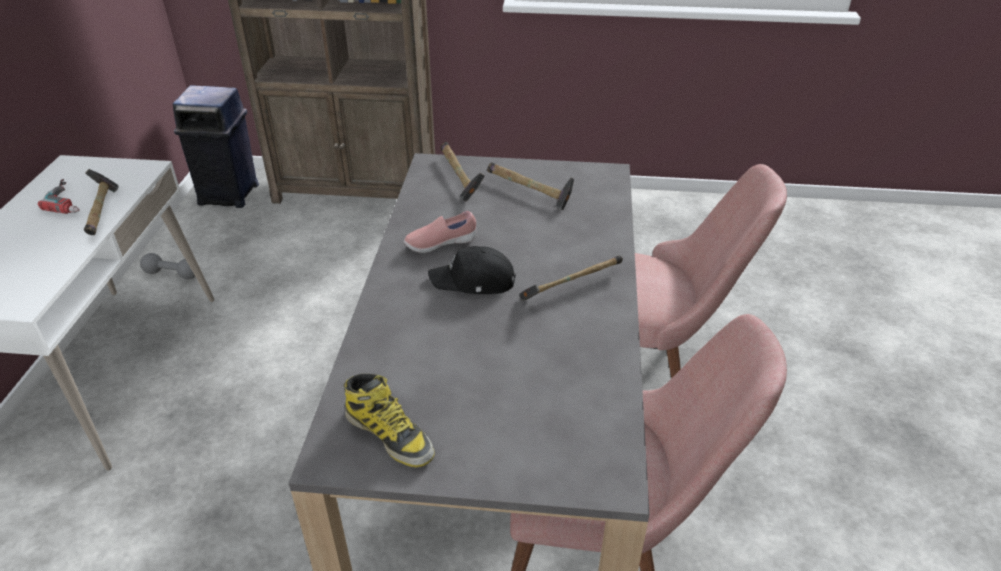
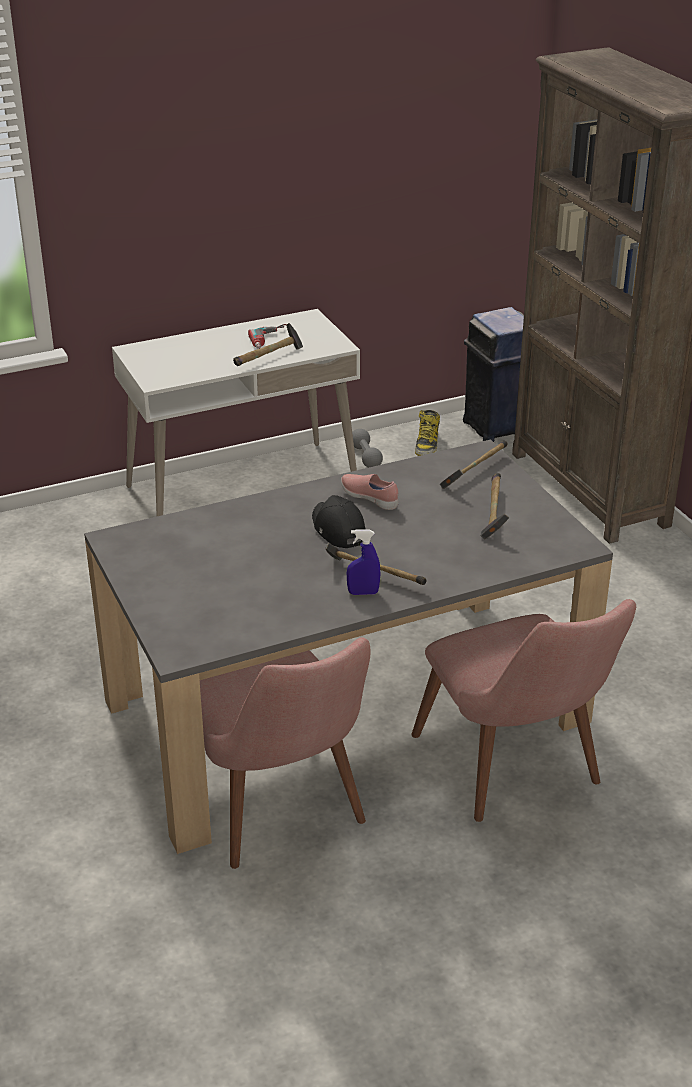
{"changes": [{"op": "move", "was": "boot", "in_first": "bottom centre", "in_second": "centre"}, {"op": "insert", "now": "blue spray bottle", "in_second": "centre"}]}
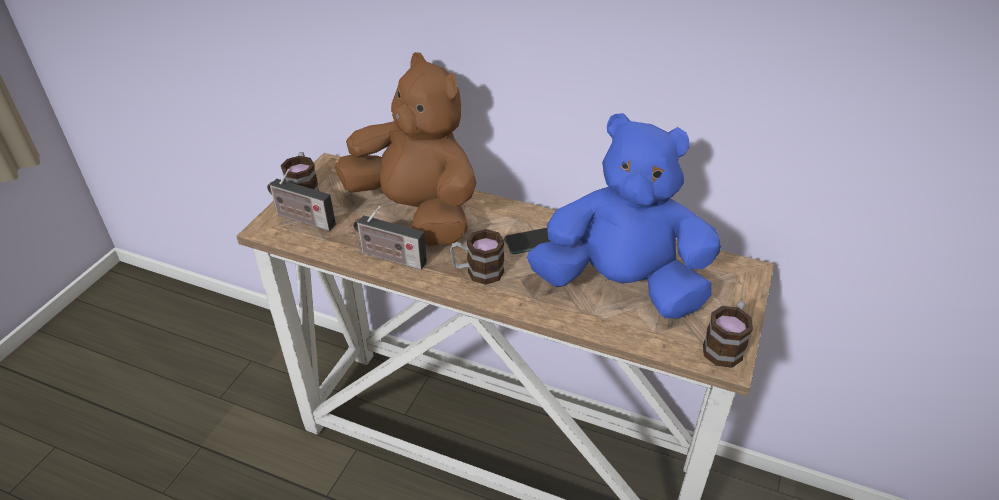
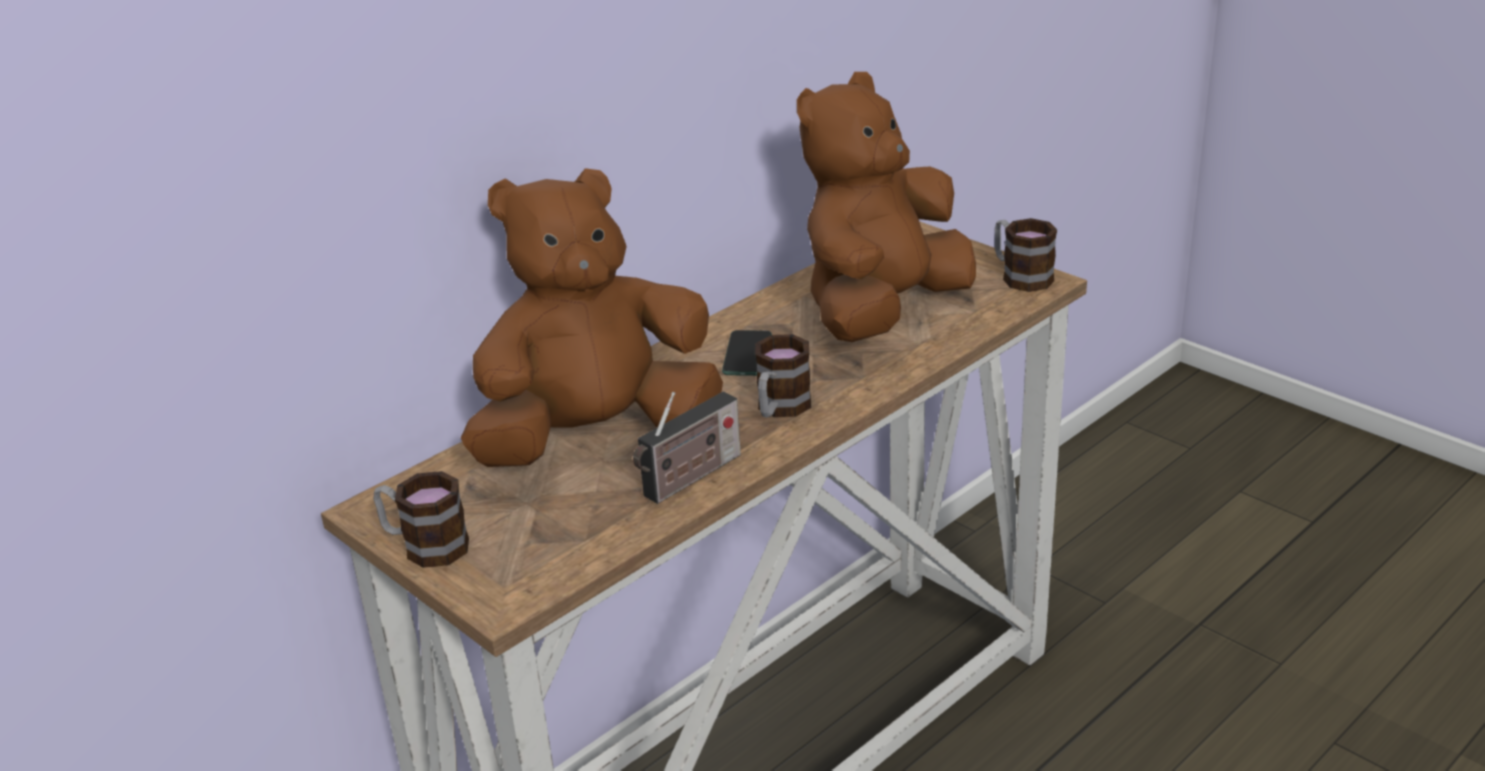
{"changes": [{"op": "delete", "was": "radio (1st from left)", "in_first": "middle left"}, {"op": "recolor", "was": "blue plush toy", "now": "brown plush toy (2nd from left)", "in_first": "centre", "in_second": "top centre"}]}
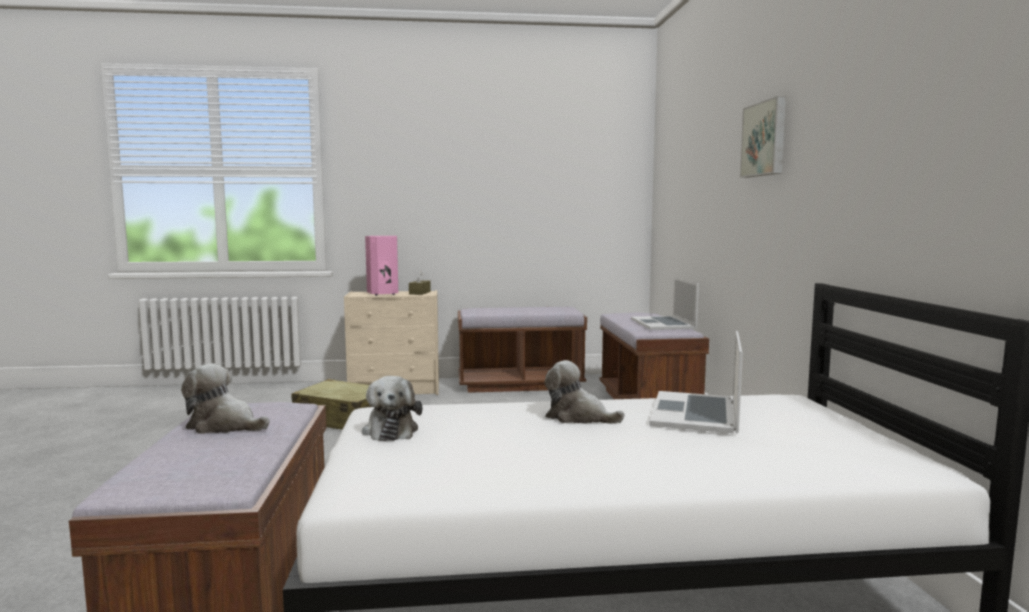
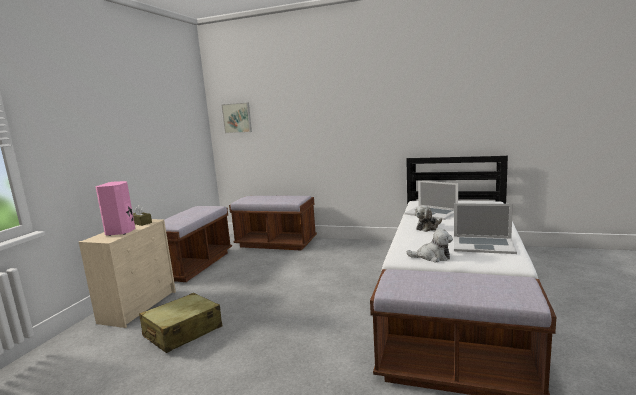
{"changes": [{"op": "delete", "was": "plush toy (1st from left)", "in_first": "middle left"}, {"op": "move", "was": "laptop (1st from left in the first image)", "now": "laptop (2nd from left)", "in_first": "centre", "in_second": "middle right"}, {"op": "move", "was": "picture", "in_first": "top right", "in_second": "top centre"}]}
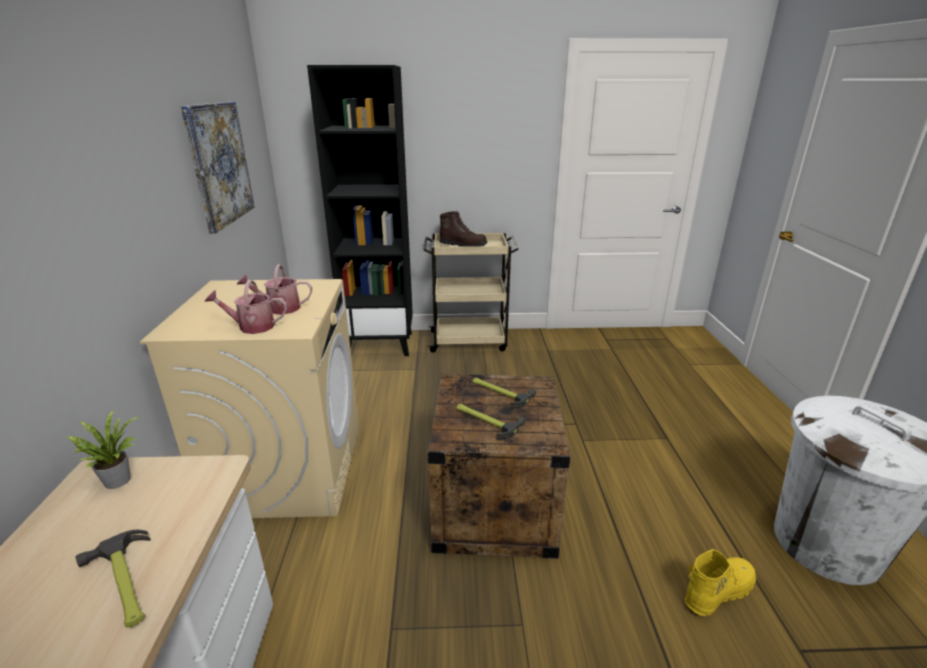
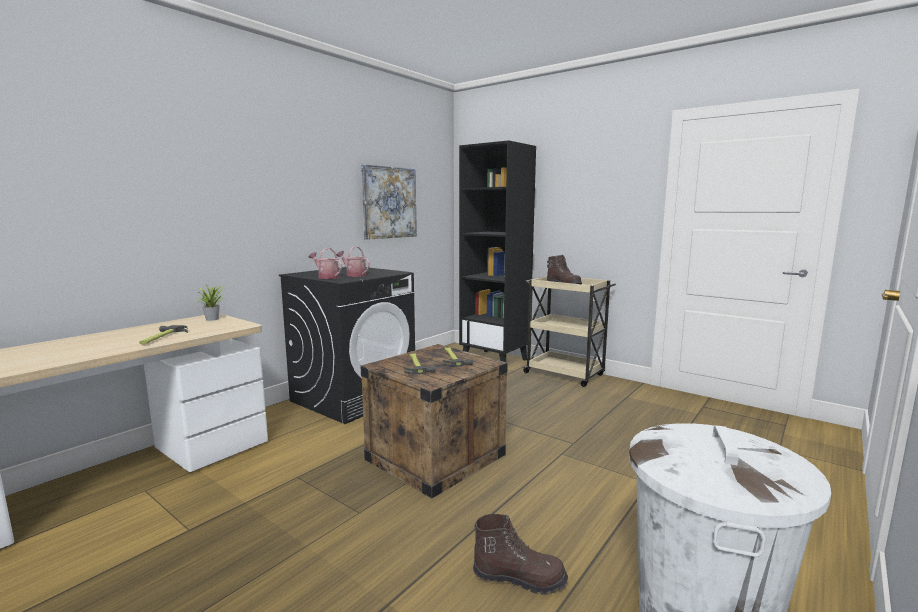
{"changes": [{"op": "recolor", "was": "beige washing machine", "now": "black washing machine", "in_first": "middle left", "in_second": "centre"}, {"op": "recolor", "was": "yellow boot", "now": "brown boot (1st from left)", "in_first": "bottom right", "in_second": "bottom centre"}]}
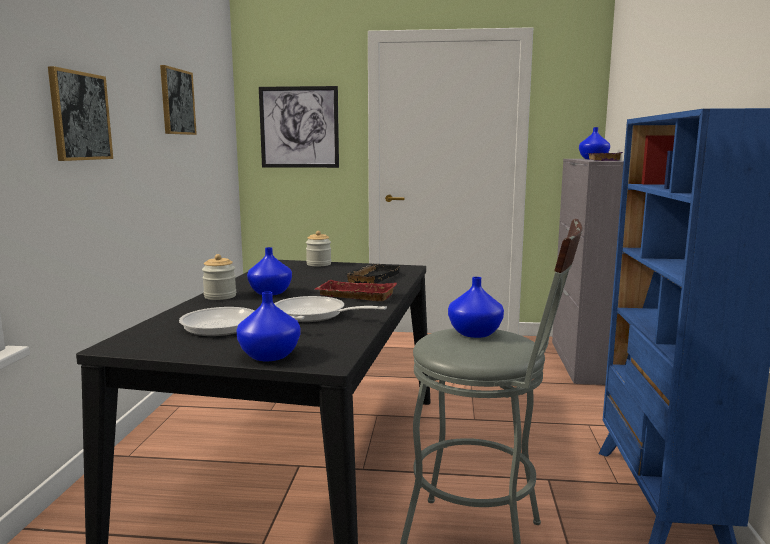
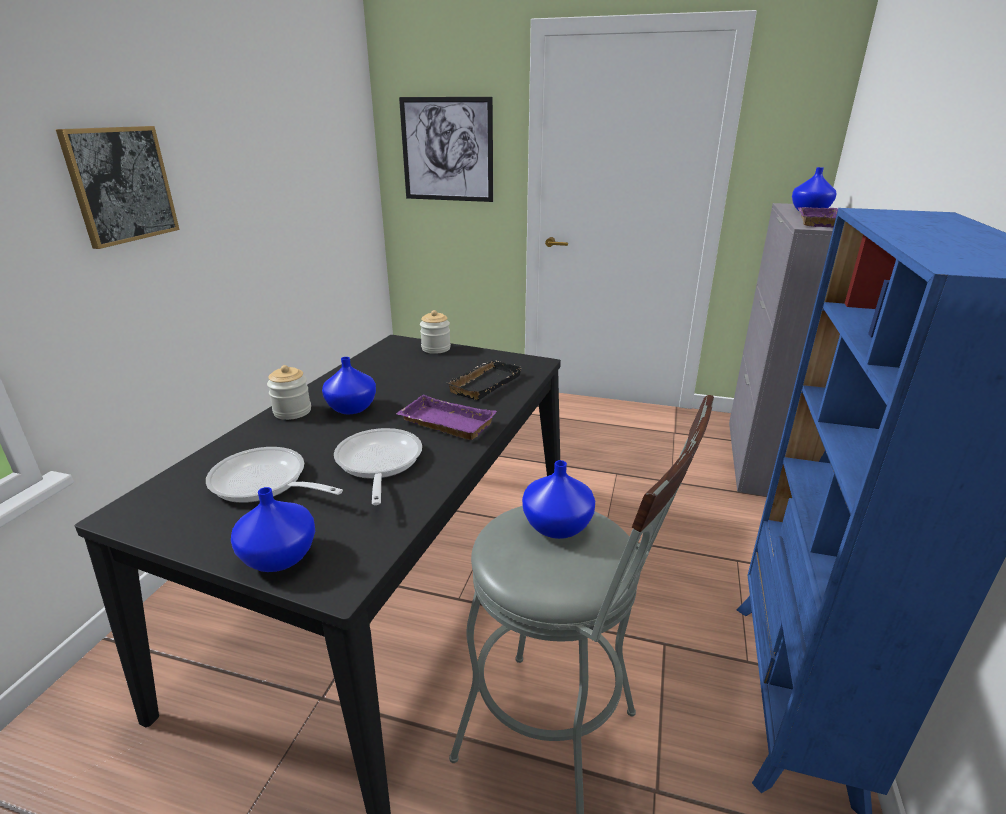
{"changes": [{"op": "delete", "was": "picture (2nd from left)", "in_first": "top left"}, {"op": "rotate", "was": "frying pan (2nd from left)", "in_first": "centre", "in_second": "centre", "clockwise": 45}, {"op": "recolor", "was": "red tray", "now": "purple tray (1st from left)", "in_first": "centre", "in_second": "centre"}]}
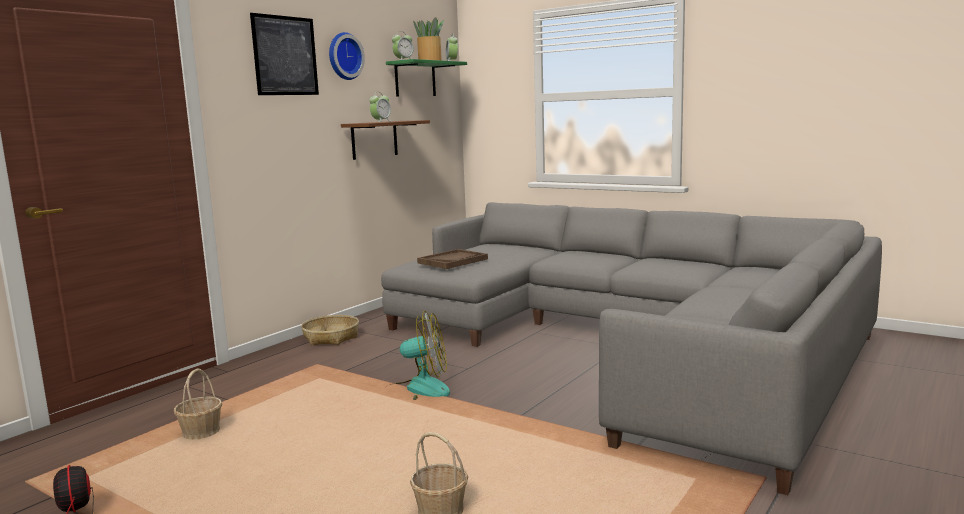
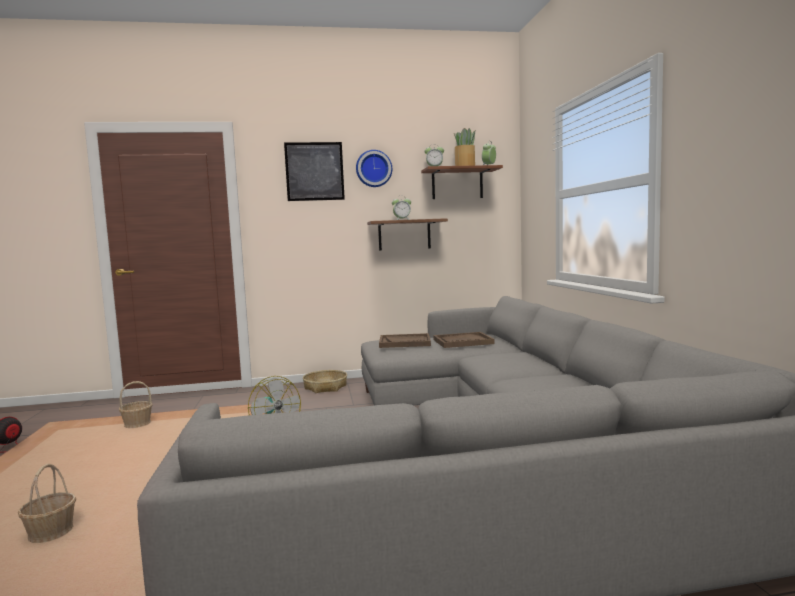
{"changes": [{"op": "recolor", "was": "green shelf", "now": "brown shelf (2nd from left)", "in_first": "top centre", "in_second": "top centre"}, {"op": "insert", "now": "brown tray (2nd from left)", "in_second": "centre"}]}
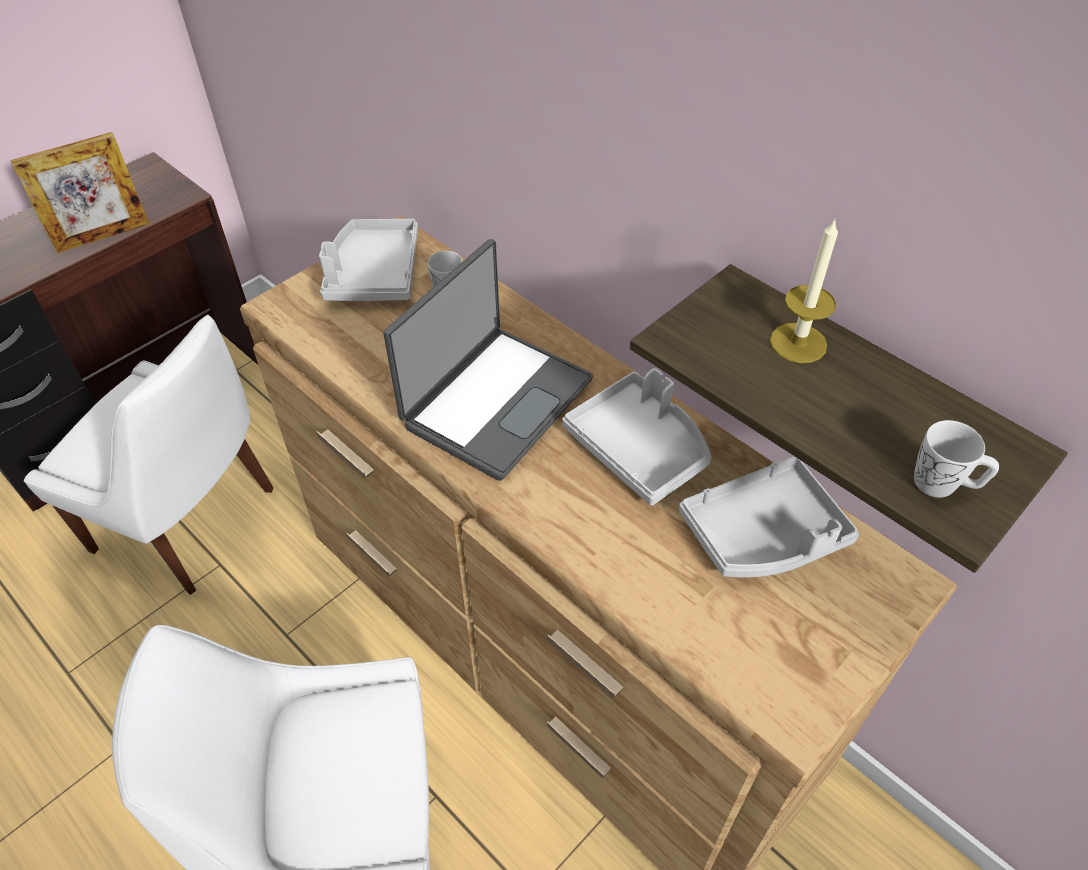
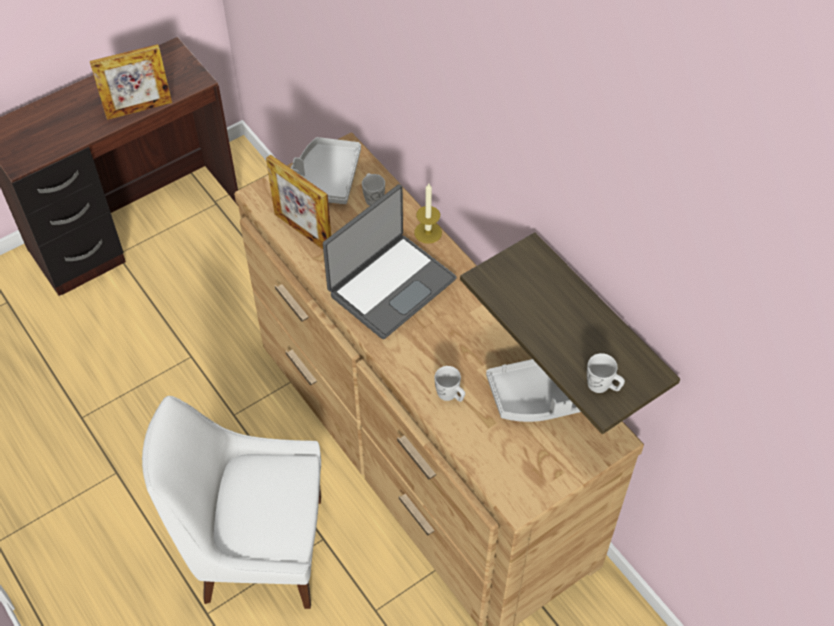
{"changes": [{"op": "delete", "was": "white chair (1st from left)", "in_first": "middle left"}, {"op": "delete", "was": "grey tray (2nd from left)", "in_first": "centre"}, {"op": "move", "was": "candle", "in_first": "middle right", "in_second": "centre"}, {"op": "insert", "now": "picture frame (2nd from left)", "in_second": "top centre"}, {"op": "insert", "now": "white mug (2nd from left)", "in_second": "centre"}]}
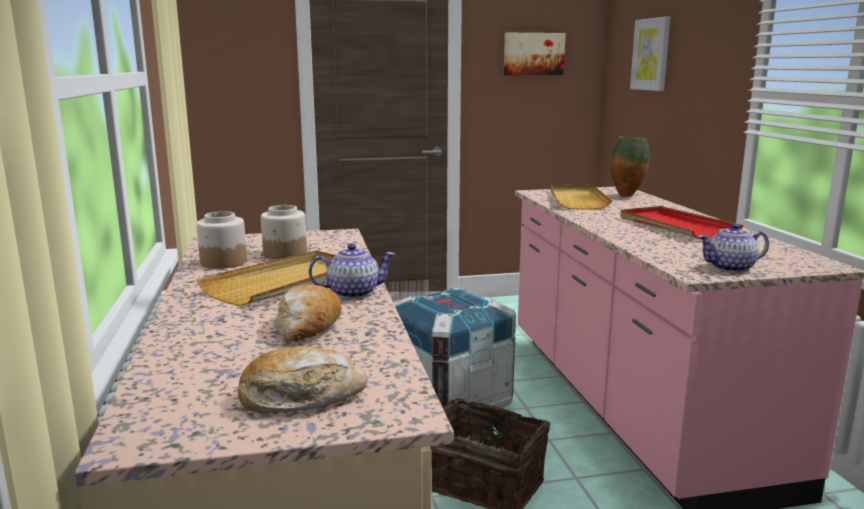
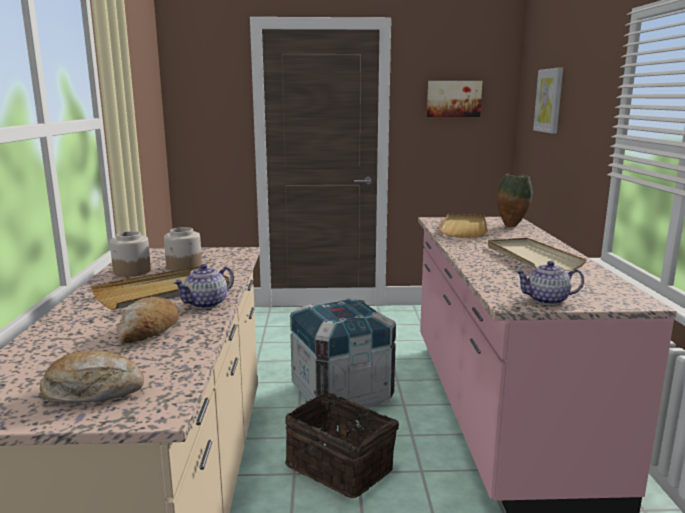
{"changes": [{"op": "rotate", "was": "teapot (1st from left)", "in_first": "centre", "in_second": "middle left", "clockwise": 135}, {"op": "recolor", "was": "red tray", "now": "beige tray (3rd from left)", "in_first": "middle right", "in_second": "middle right"}]}
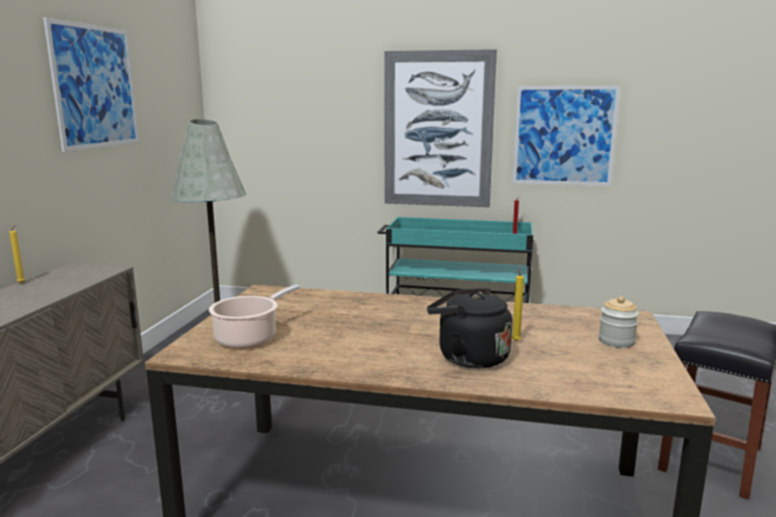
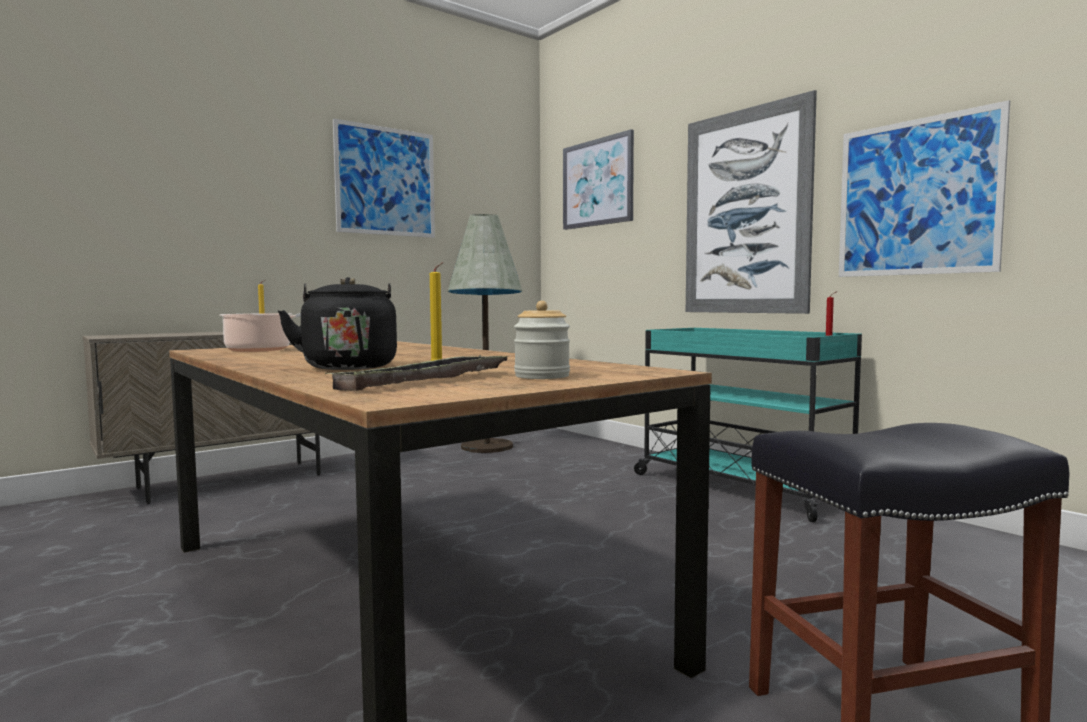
{"changes": [{"op": "insert", "now": "tray", "in_second": "centre"}, {"op": "insert", "now": "picture (2nd from left)", "in_second": "top centre"}]}
